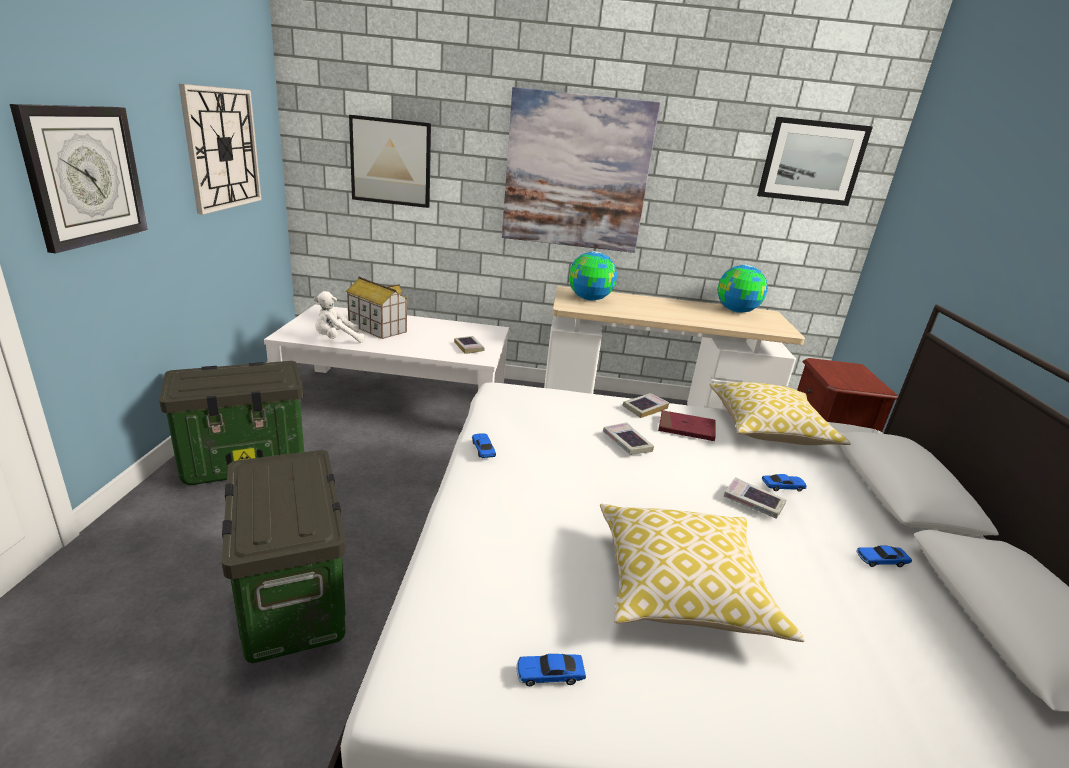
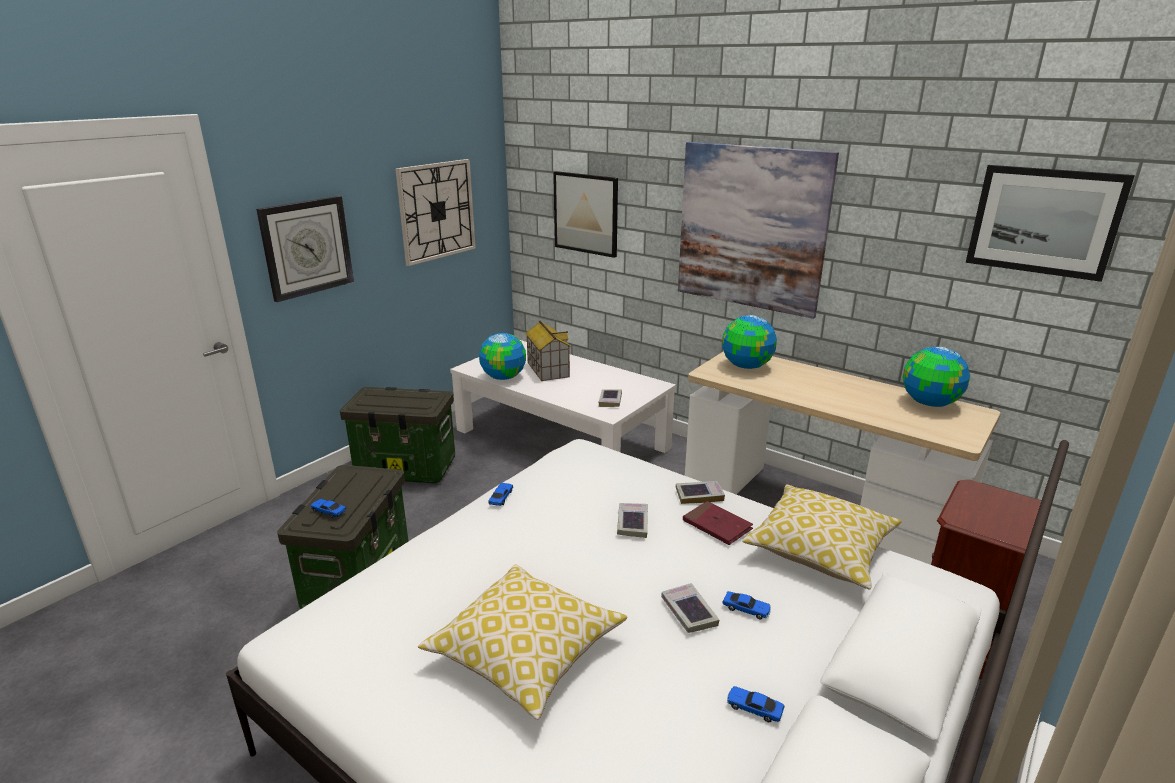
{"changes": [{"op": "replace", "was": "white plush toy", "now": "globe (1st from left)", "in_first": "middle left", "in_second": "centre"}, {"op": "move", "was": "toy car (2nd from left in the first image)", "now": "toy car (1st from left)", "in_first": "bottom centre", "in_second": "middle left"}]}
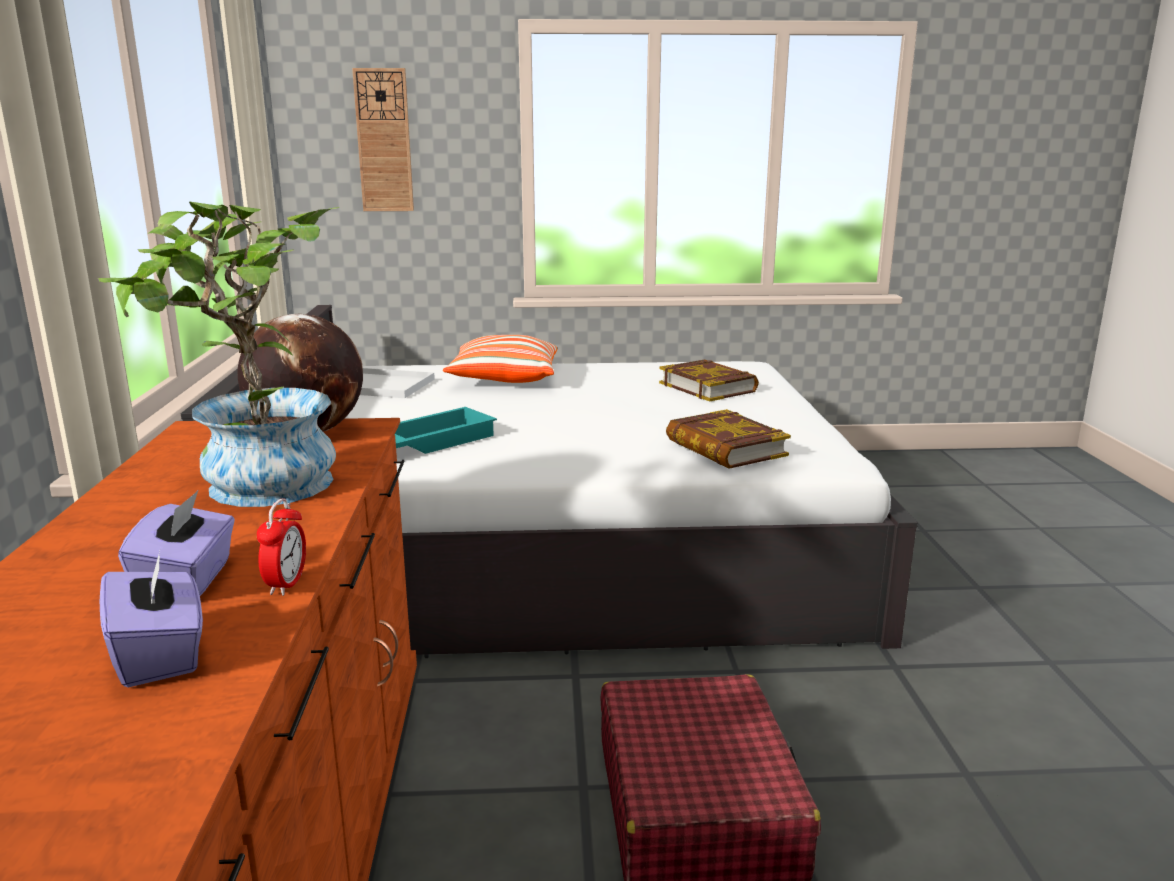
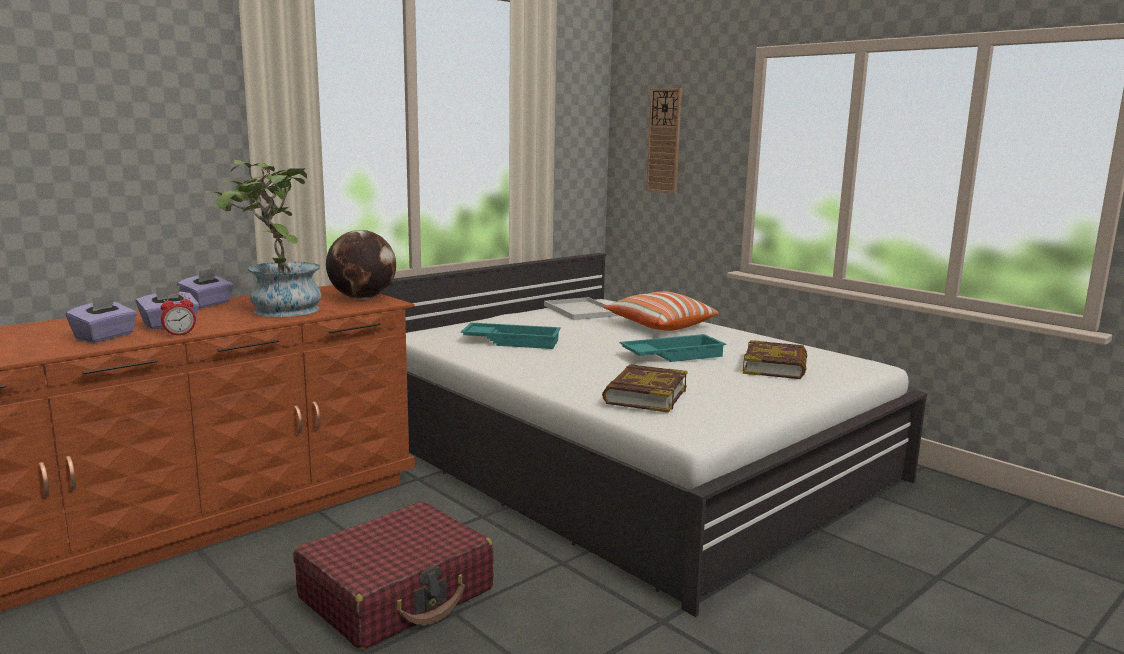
{"changes": [{"op": "insert", "now": "purple tissue box (3rd from left)", "in_second": "middle left"}, {"op": "insert", "now": "turquoise tray (2nd from left)", "in_second": "centre"}]}
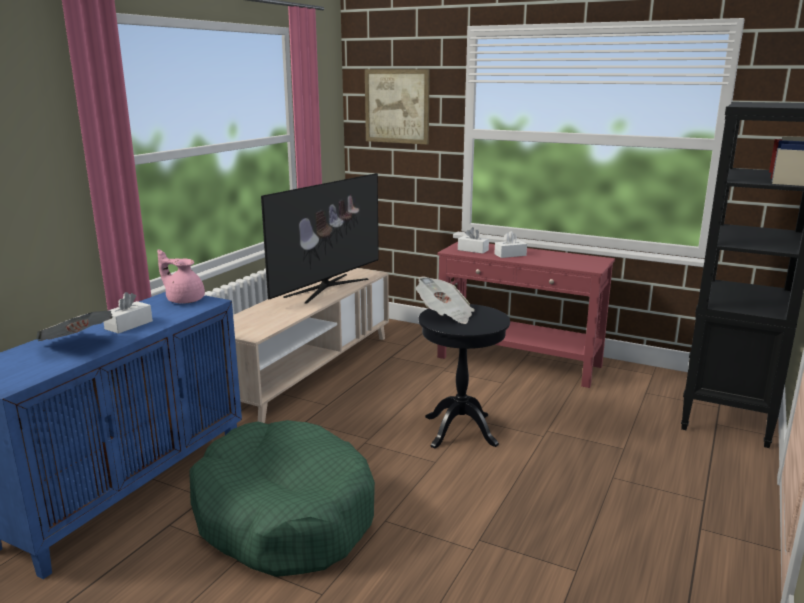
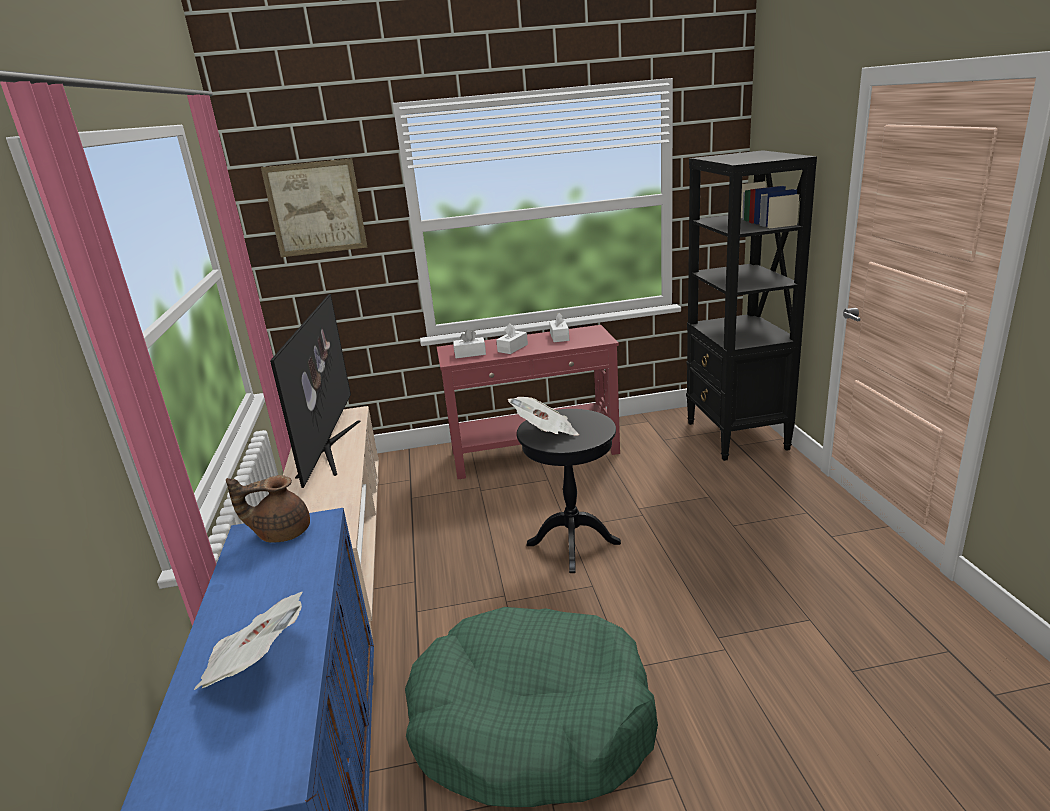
{"changes": [{"op": "move", "was": "white tissue box (1st from left in the first image)", "now": "white tissue box (3rd from left)", "in_first": "middle left", "in_second": "centre"}, {"op": "recolor", "was": "pink teapot", "now": "brown teapot", "in_first": "middle left", "in_second": "middle left"}]}
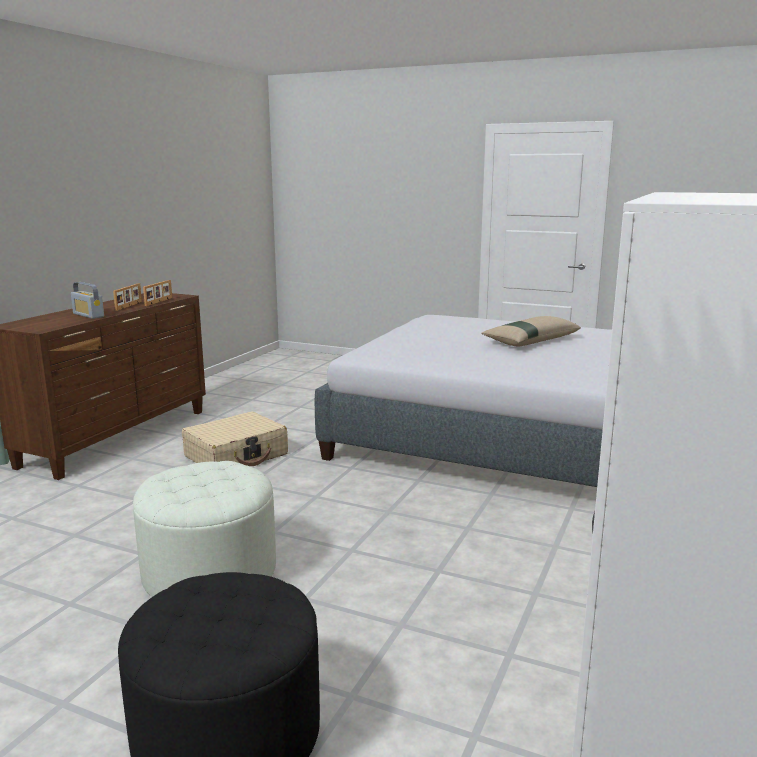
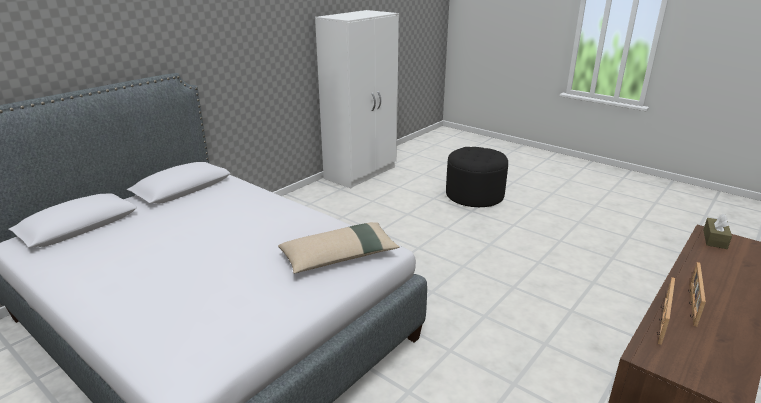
{"changes": [{"op": "delete", "was": "radio", "in_first": "middle left"}, {"op": "delete", "was": "white ottoman", "in_first": "bottom left"}, {"op": "delete", "was": "beige suitcase", "in_first": "middle left"}, {"op": "move", "was": "beige pillow", "in_first": "middle right", "in_second": "centre"}, {"op": "insert", "now": "brown tissue box", "in_second": "middle right"}]}
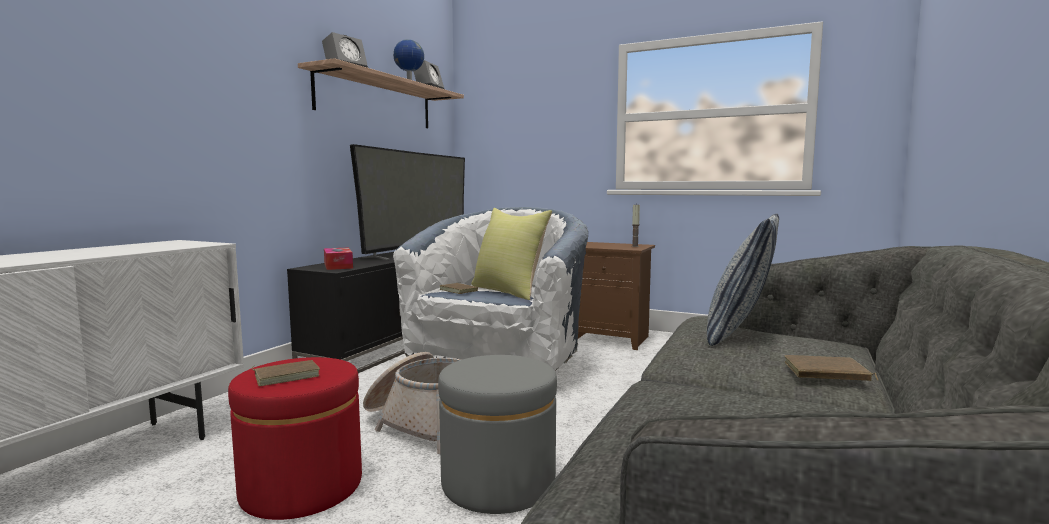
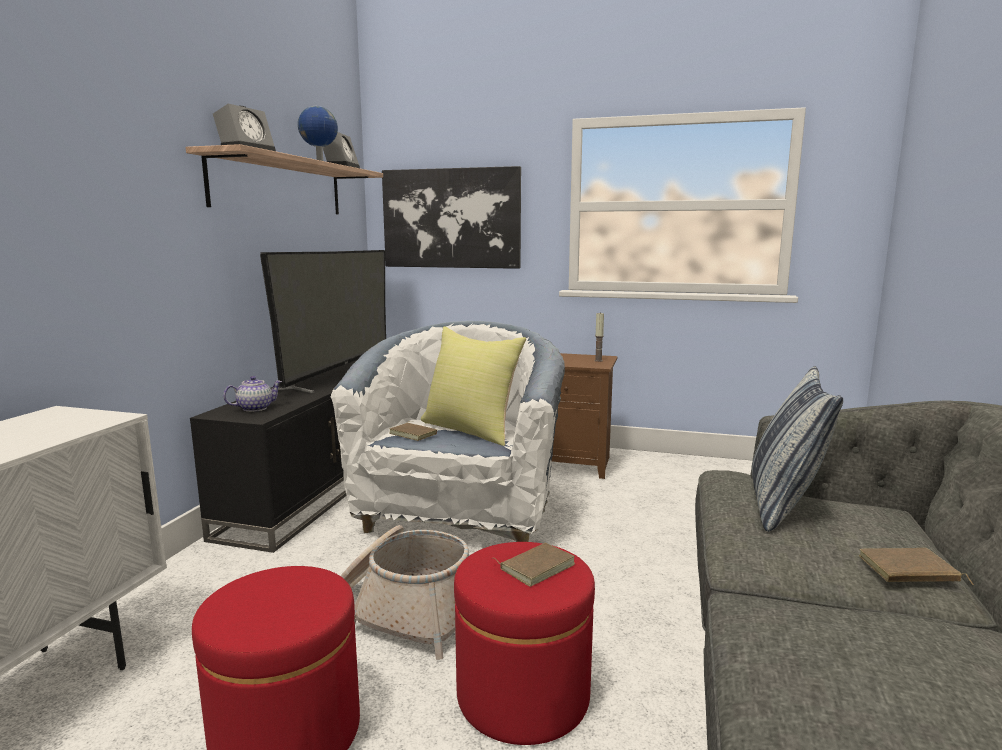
{"changes": [{"op": "move", "was": "brown book (1st from left in the first image)", "now": "brown book (2nd from left)", "in_first": "bottom left", "in_second": "bottom centre"}, {"op": "replace", "was": "tissue box", "now": "teapot", "in_first": "middle left", "in_second": "middle left"}, {"op": "recolor", "was": "grey ottoman", "now": "red ottoman (2nd from left)", "in_first": "bottom centre", "in_second": "bottom centre"}, {"op": "insert", "now": "picture", "in_second": "top centre"}]}
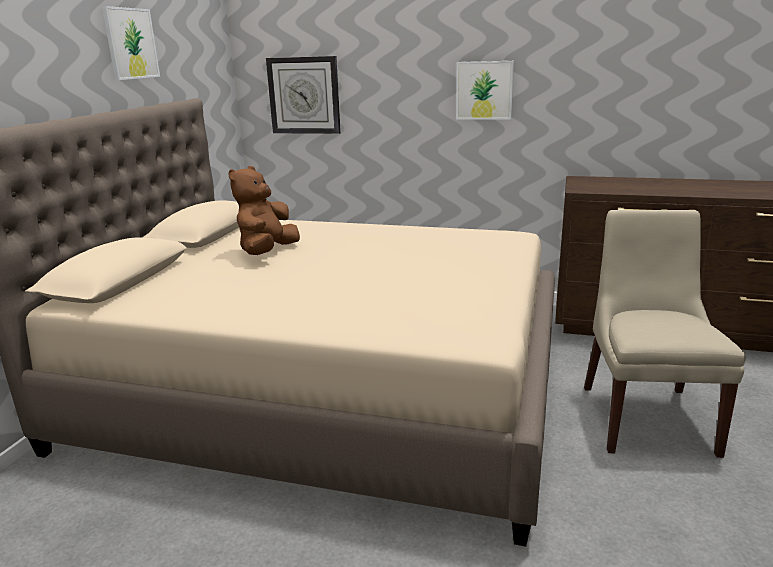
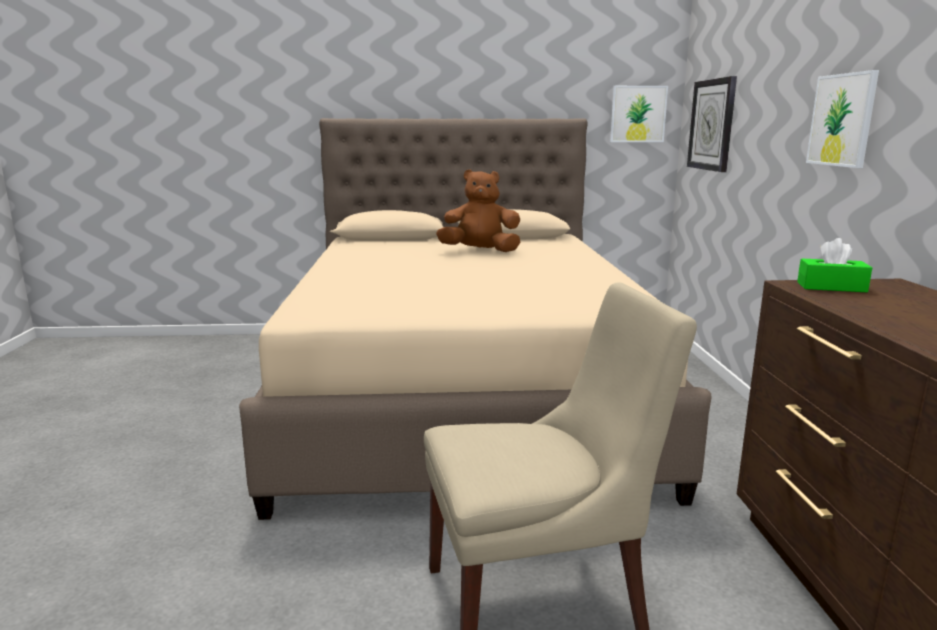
{"changes": [{"op": "move", "was": "picture (1st from left)", "in_first": "top left", "in_second": "top right"}, {"op": "insert", "now": "green tissue box", "in_second": "middle right"}]}
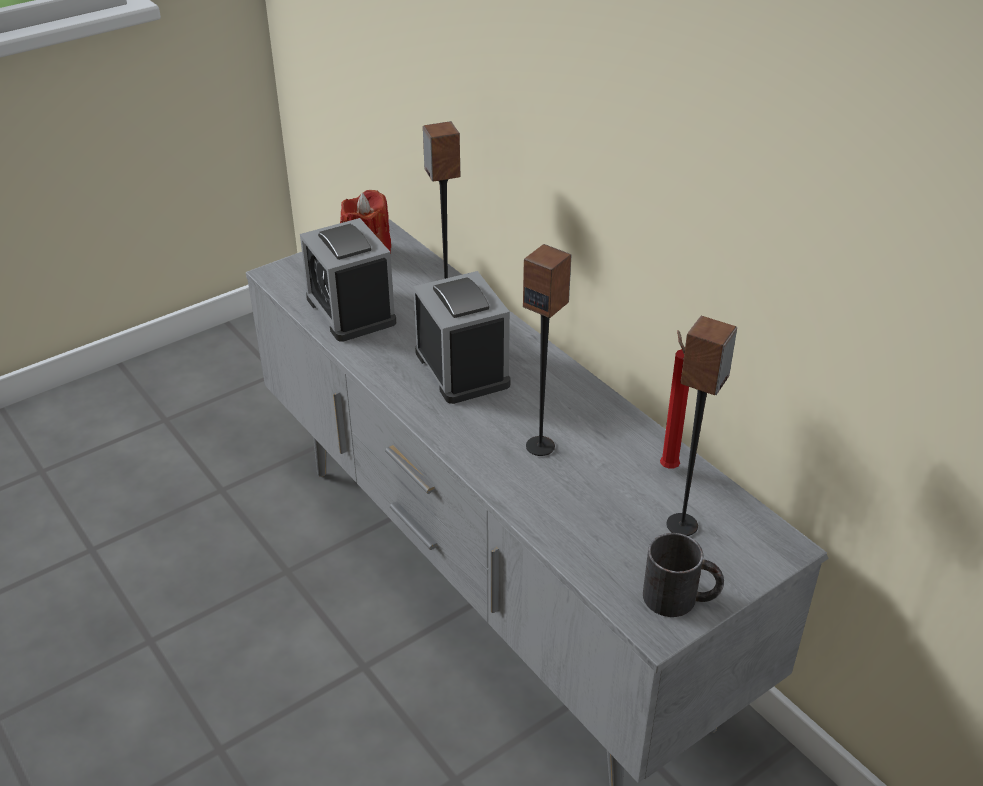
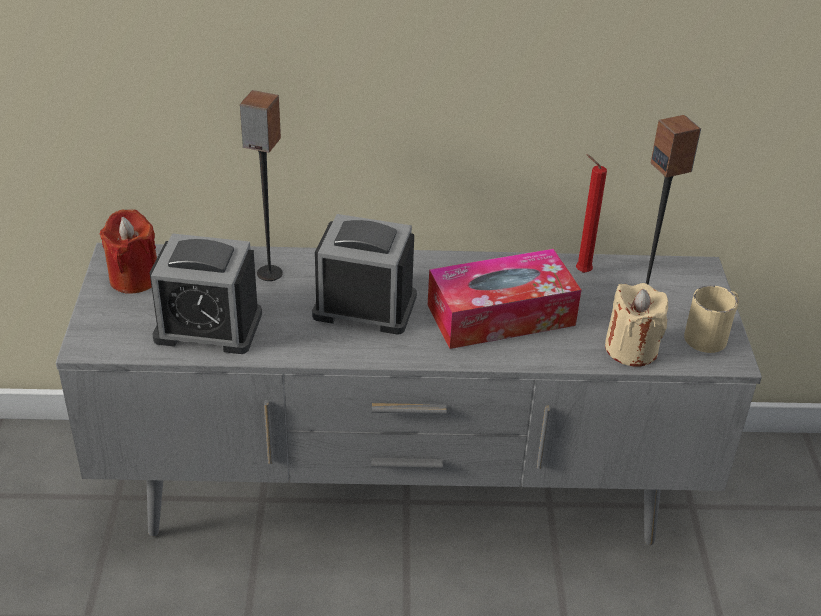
{"changes": [{"op": "replace", "was": "speaker (2nd from left)", "now": "tissue box", "in_first": "centre", "in_second": "centre"}, {"op": "recolor", "was": "black mug", "now": "beige mug", "in_first": "bottom right", "in_second": "middle right"}, {"op": "insert", "now": "beige candle", "in_second": "middle right"}]}
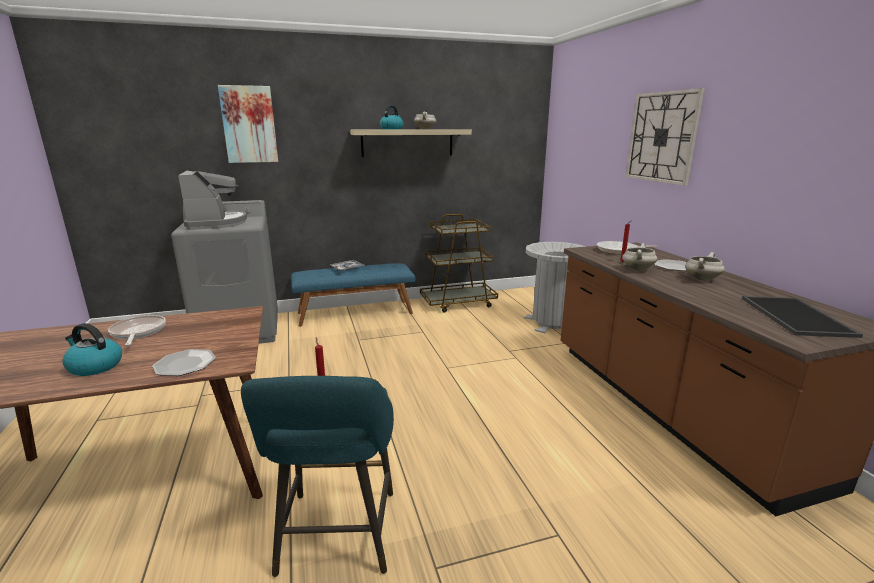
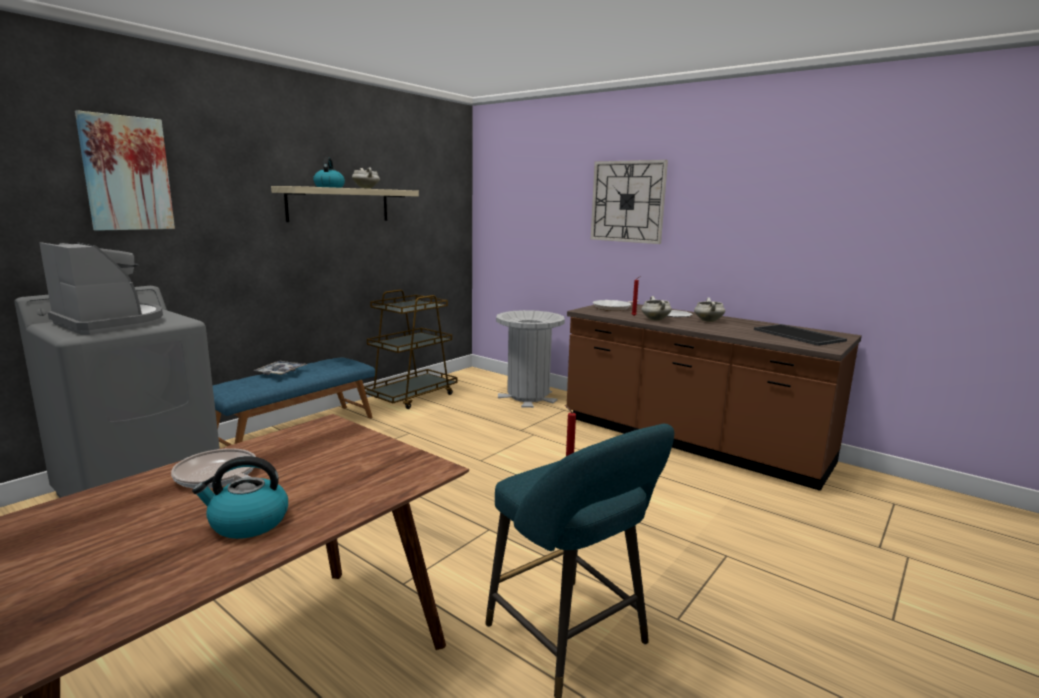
{"changes": [{"op": "delete", "was": "plate (1st from left)", "in_first": "middle left"}]}
